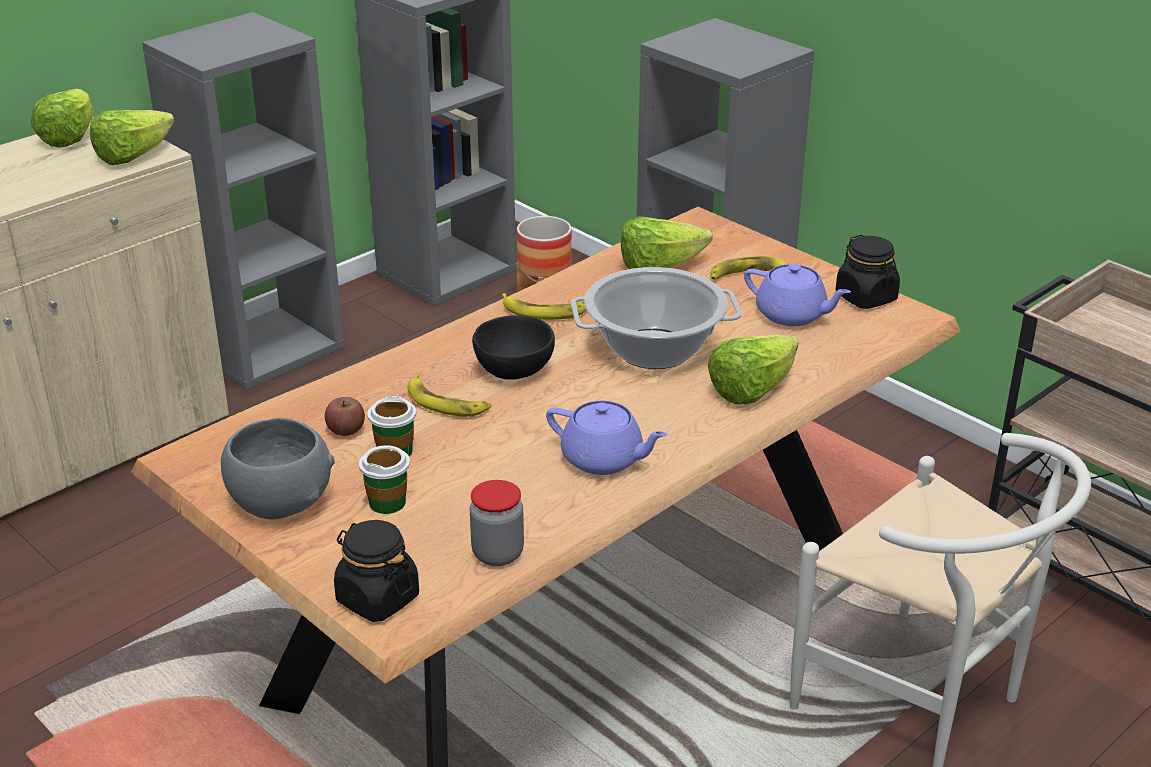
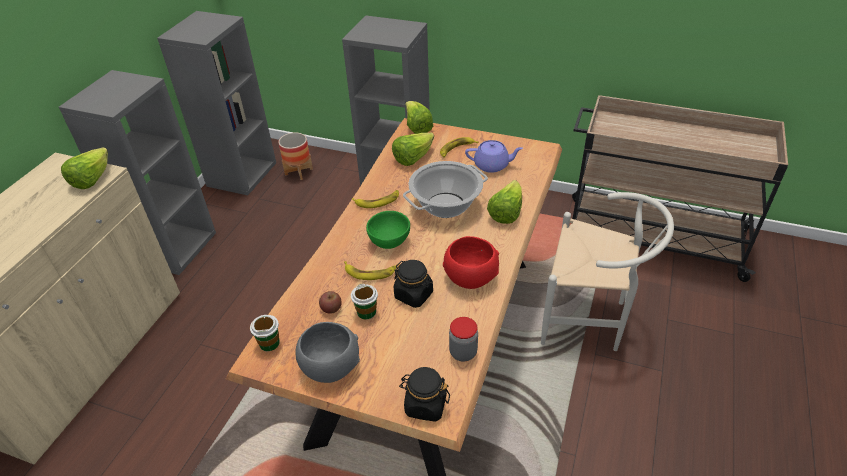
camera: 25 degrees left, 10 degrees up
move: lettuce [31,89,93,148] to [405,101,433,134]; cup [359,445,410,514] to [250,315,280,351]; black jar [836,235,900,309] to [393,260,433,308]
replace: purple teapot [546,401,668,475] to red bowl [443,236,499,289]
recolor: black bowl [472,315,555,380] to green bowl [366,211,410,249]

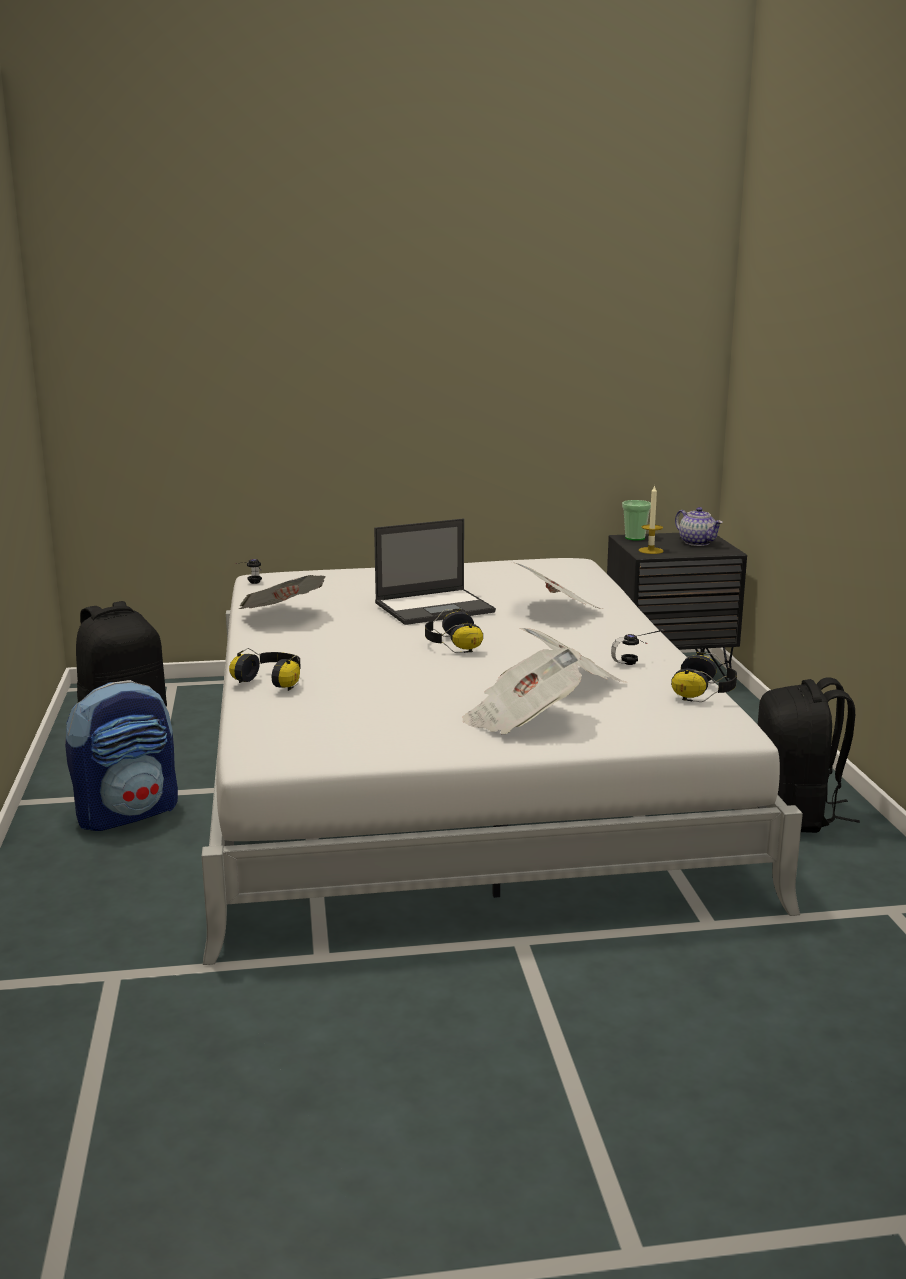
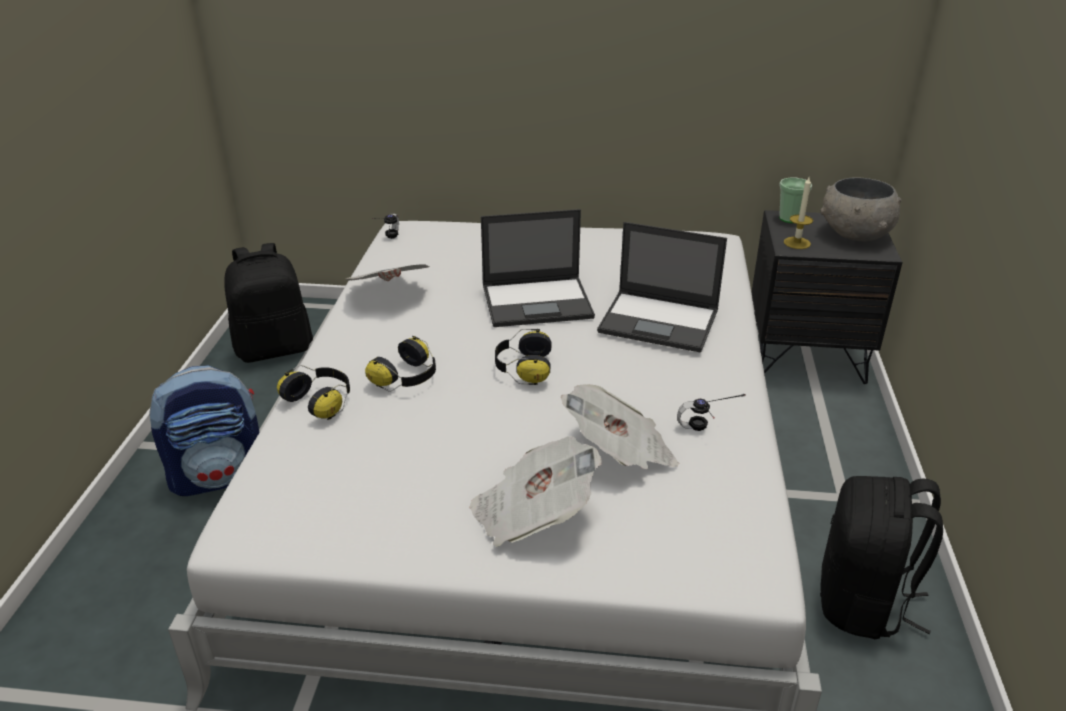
camera: 15 degrees right, 15 degrees up
move: headphones [671,651,737,702] to [365,336,436,392]
replace: newspaper [512,562,603,609] to laptop [597,222,727,353]; teapot [675,507,723,546] to grey bowl [820,178,901,241]

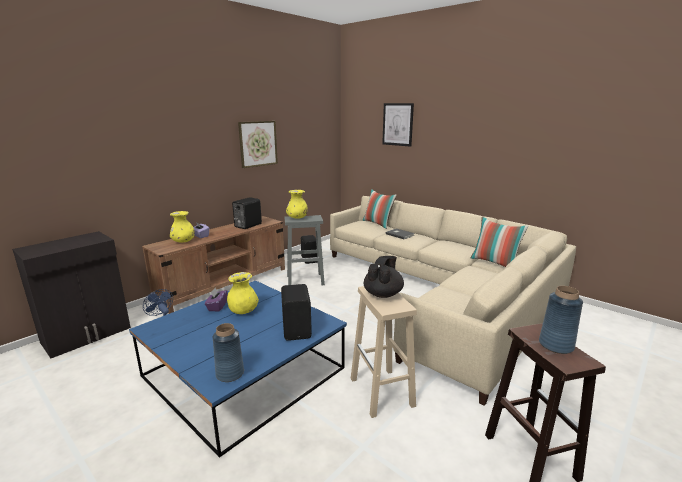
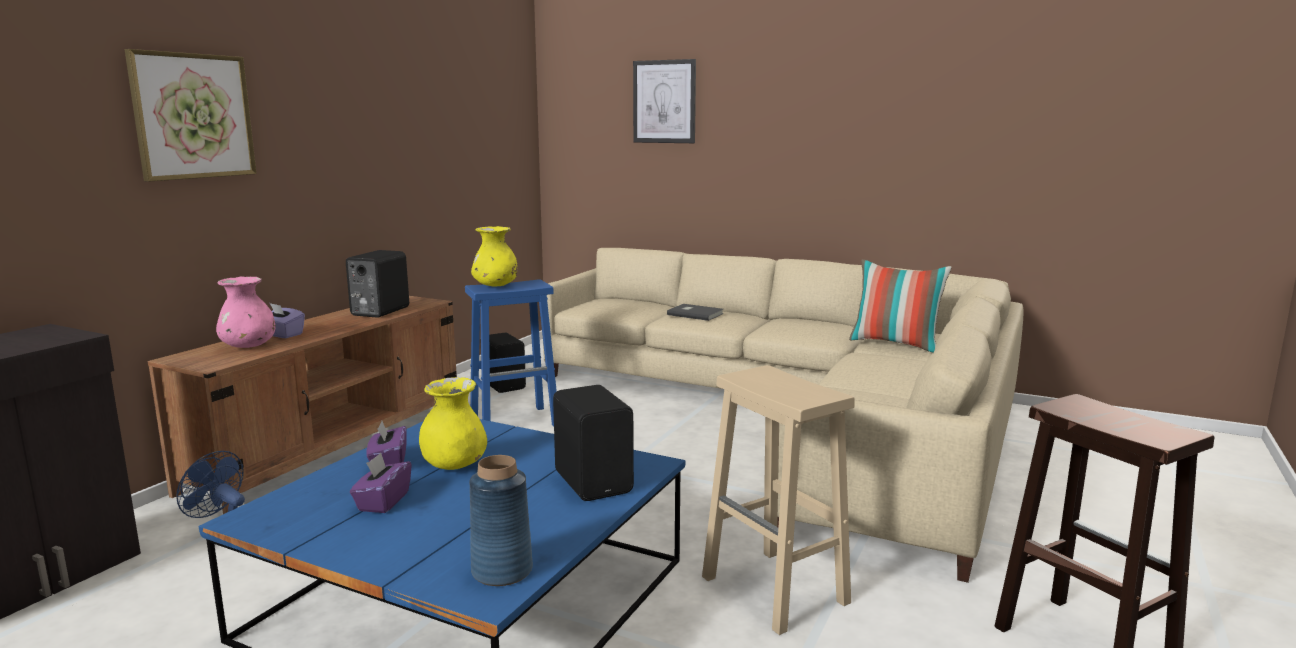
camera: 15 degrees left, 5 degrees down
delete: pillow [363,189,397,229]; black teapot [364,256,404,298]; blue vase [539,286,583,354]
insert: purple tissue box [350,453,412,513]
move: picture [238,121,278,168] to [125,49,257,182]
recolor: yellow vase [170,211,195,243] to pink vase [216,277,276,348]; grey stool [285,215,325,285] to blue stool [465,279,557,427]

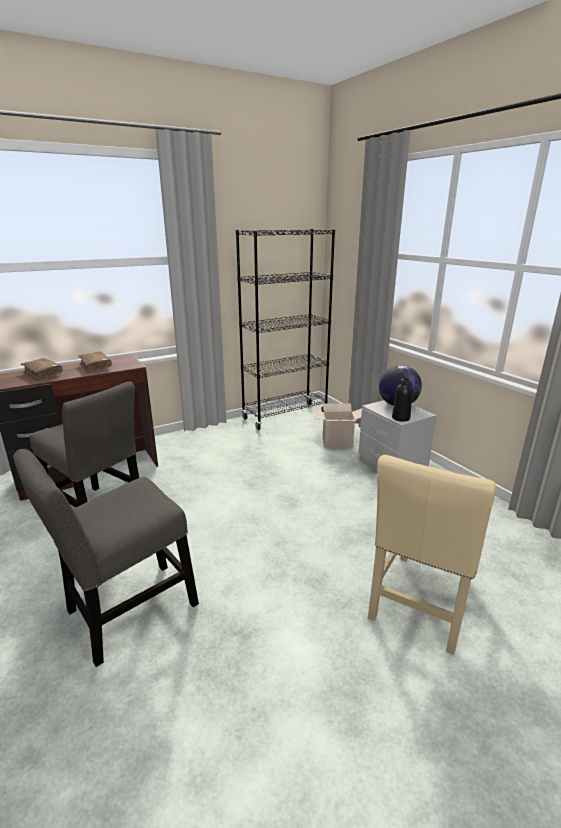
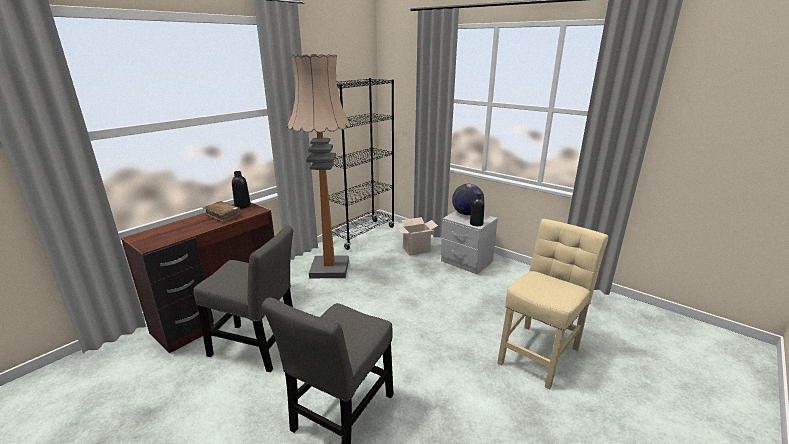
camera: 20 degrees left, 0 degrees up
delete: brown book [21,358,63,381]
insert: black bottle [232,171,251,209]; floor lamp [287,54,351,278]
rotate: beige chair [368,455,496,655] = [497,219,608,389] 150 degrees counterclockwise

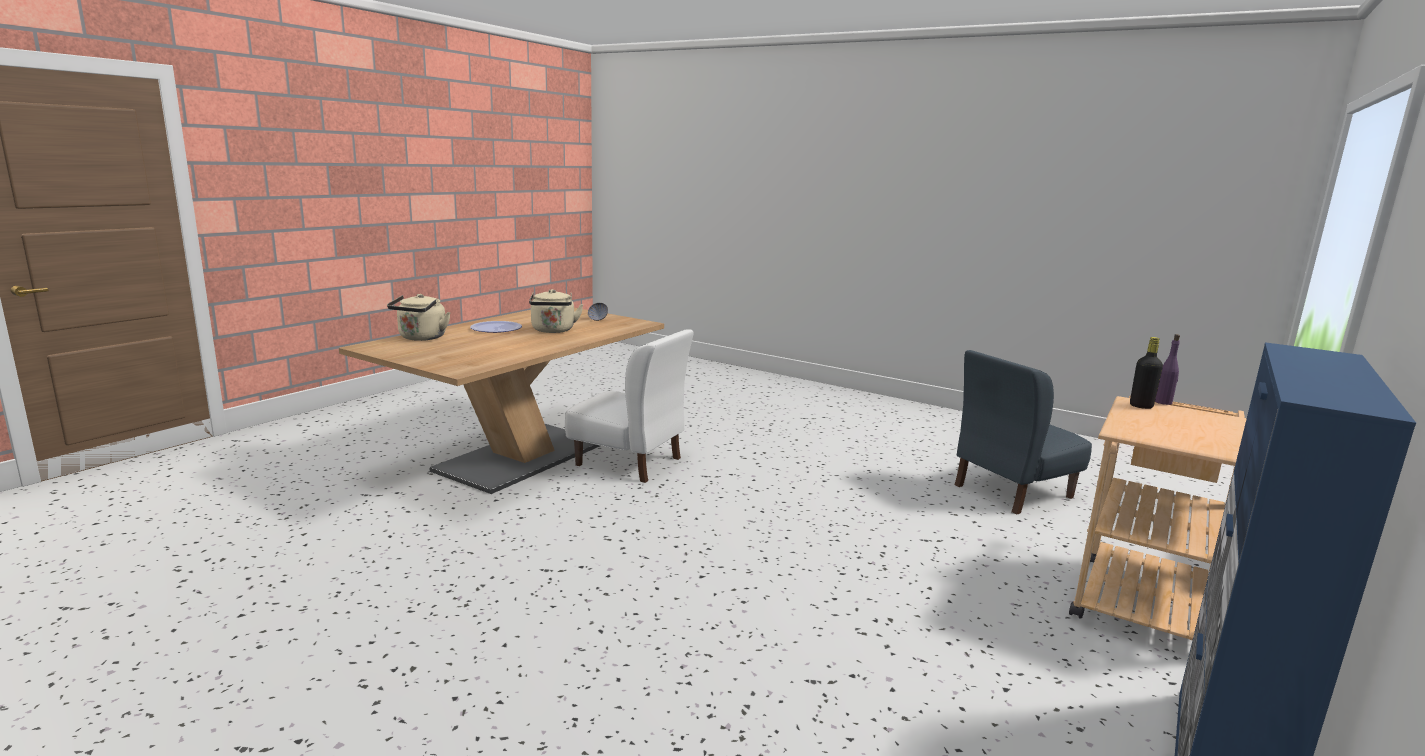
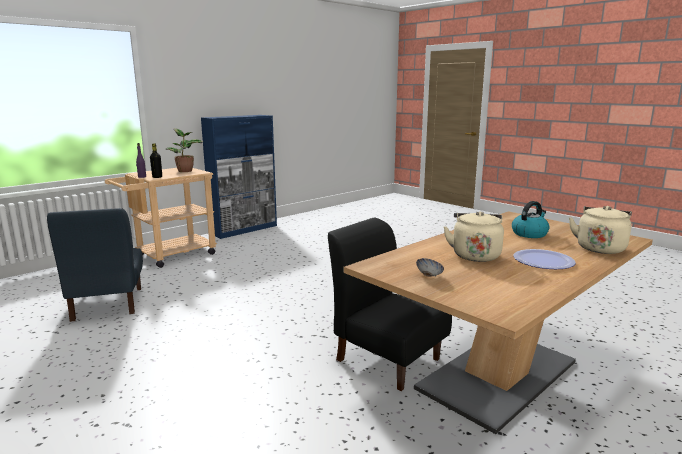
camera: 165 degrees left, 0 degrees up
insert: potted plant [166,128,203,172]; kettle [512,201,550,238]
recolor: white chair [565,329,694,483] to black chair [328,217,452,391]
rotate: blue chair [954,350,1092,515] = [47,208,143,322] 90 degrees clockwise

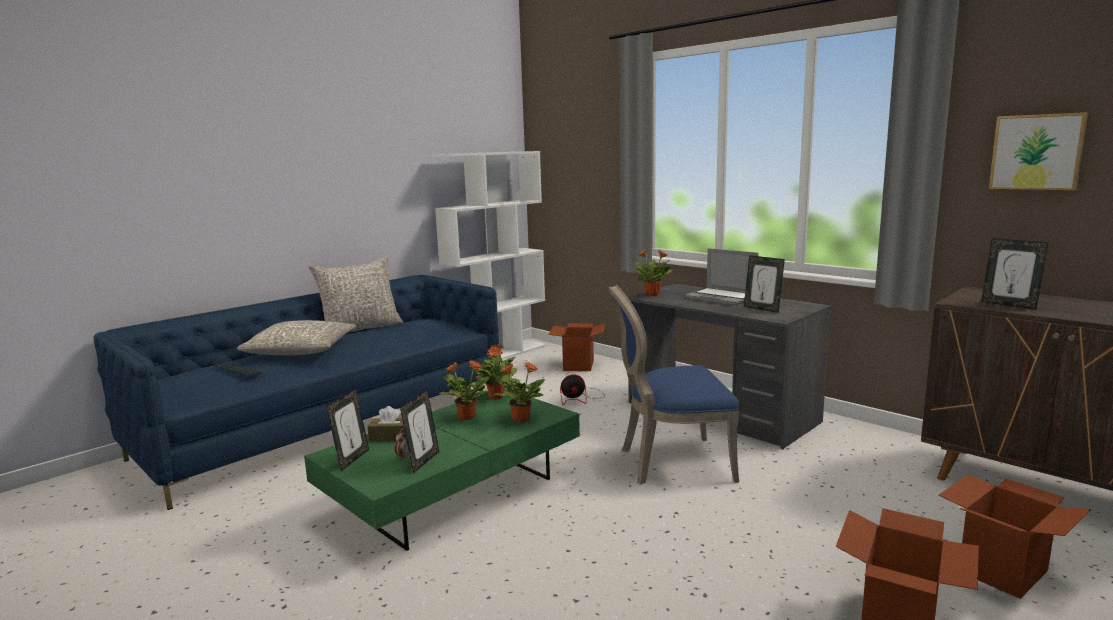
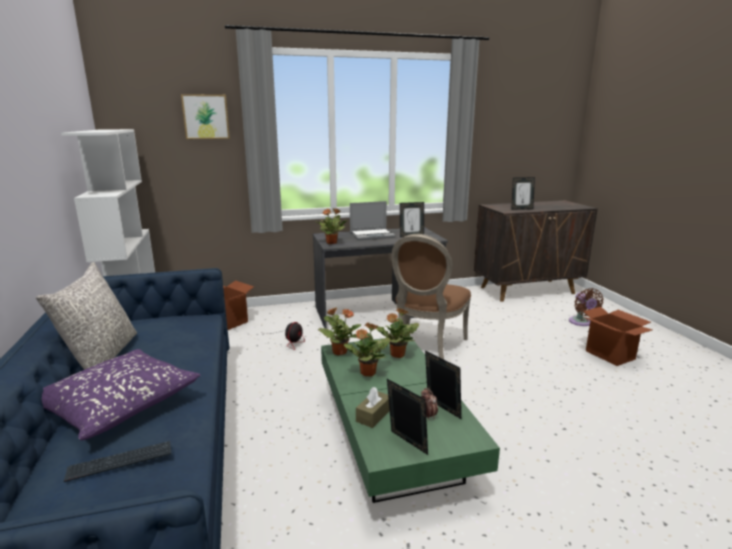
camera: 60 degrees left, 5 degrees up
move: picture [989,112,1088,190] to [181,94,230,139]
replace: cardboard box [938,474,1091,599] to brown fan [569,288,603,326]
recolor: grey pillow [237,320,356,355] to purple pillow [42,349,200,440]; blue chair [609,285,739,485] to brown chair [392,234,471,359]

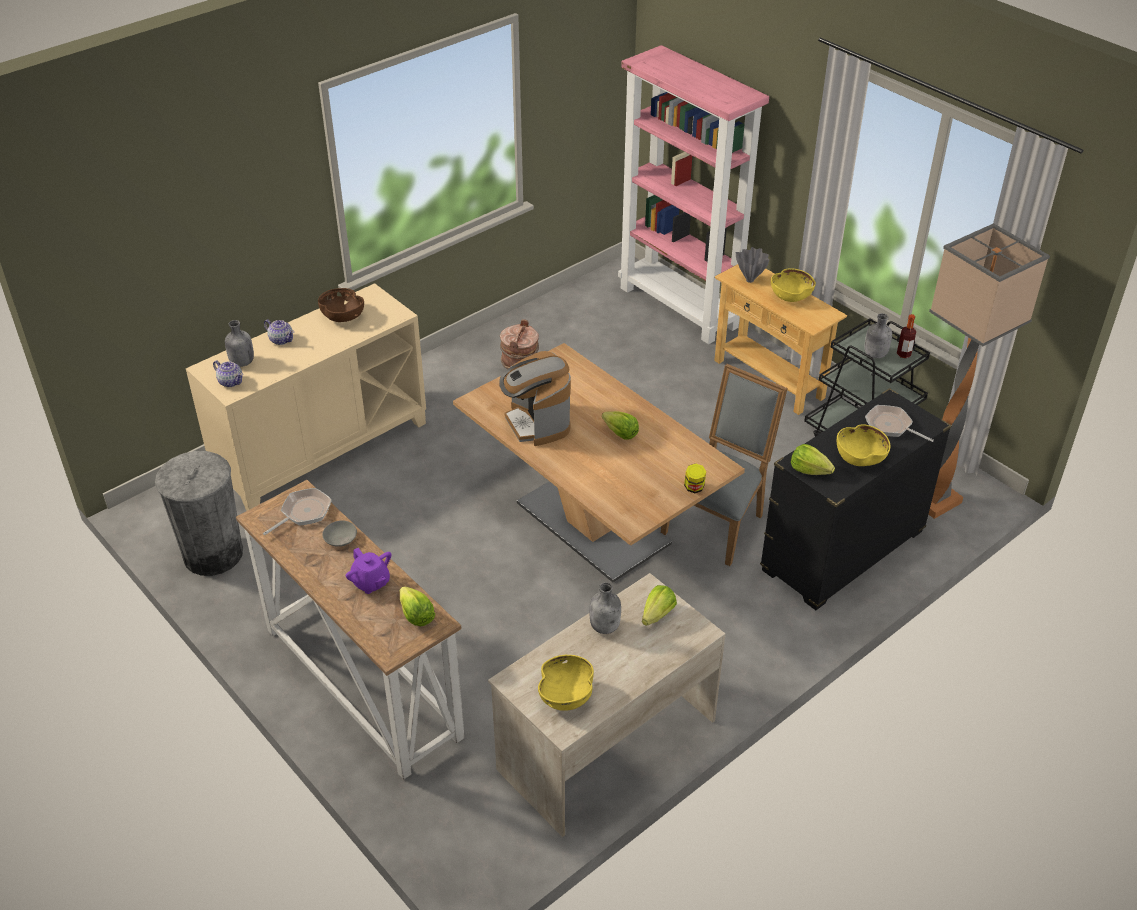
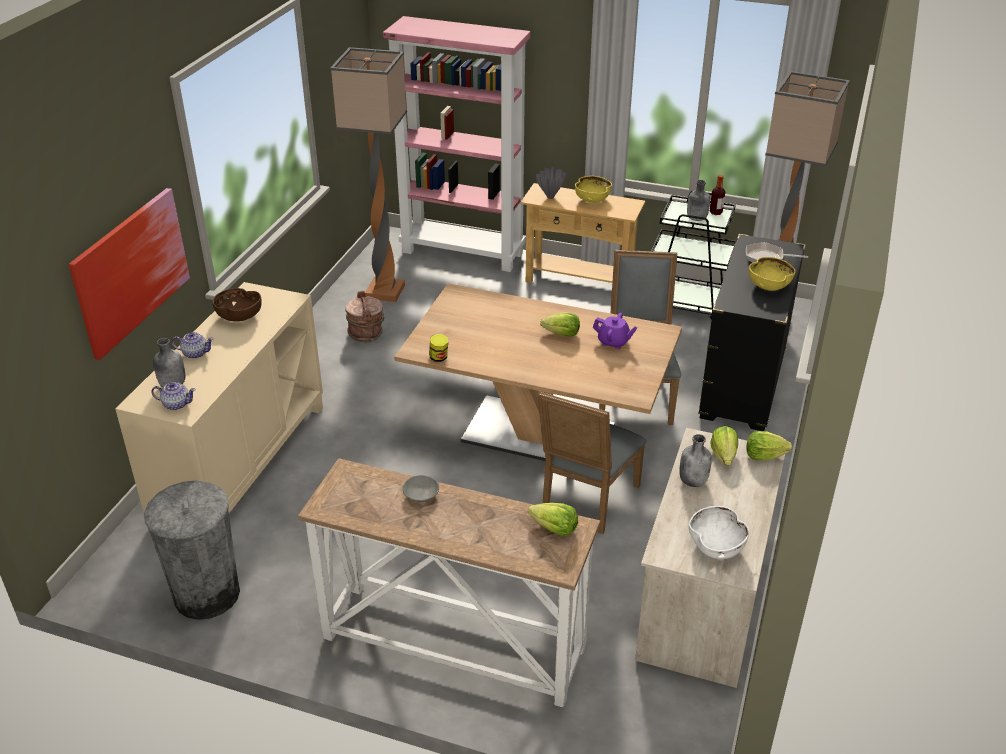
camera: 30 degrees left, 5 degrees down
delete: frying pan [263,488,332,535]; coffee machine [499,351,571,446]
insert: picture [68,188,190,360]; floor lamp [330,47,407,302]; grey chair [538,392,646,534]
move: purple teapot [346,548,391,594] to [593,313,638,349]; jar [684,463,706,493] to [429,334,448,362]; lettuce [791,444,835,475] to [747,431,792,461]
recolor: yellow bowl [538,655,594,711] to white bowl [689,506,749,559]

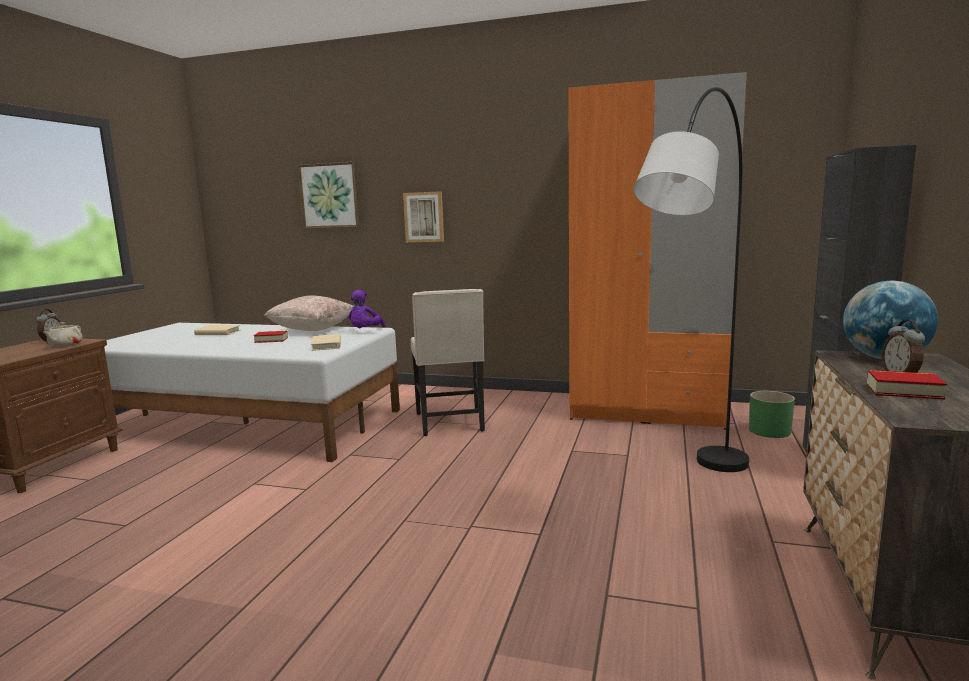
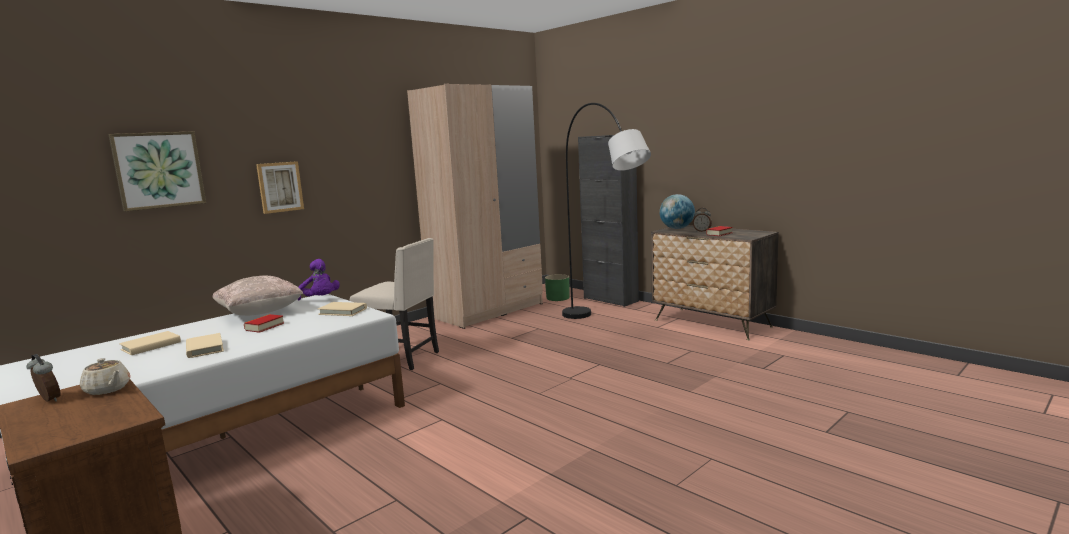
camera: 60 degrees left, 0 degrees up
insert: beige book [186,333,224,358]
recolor: orange wardrobe [569,72,747,430] to beige wardrobe [407,84,543,329]

